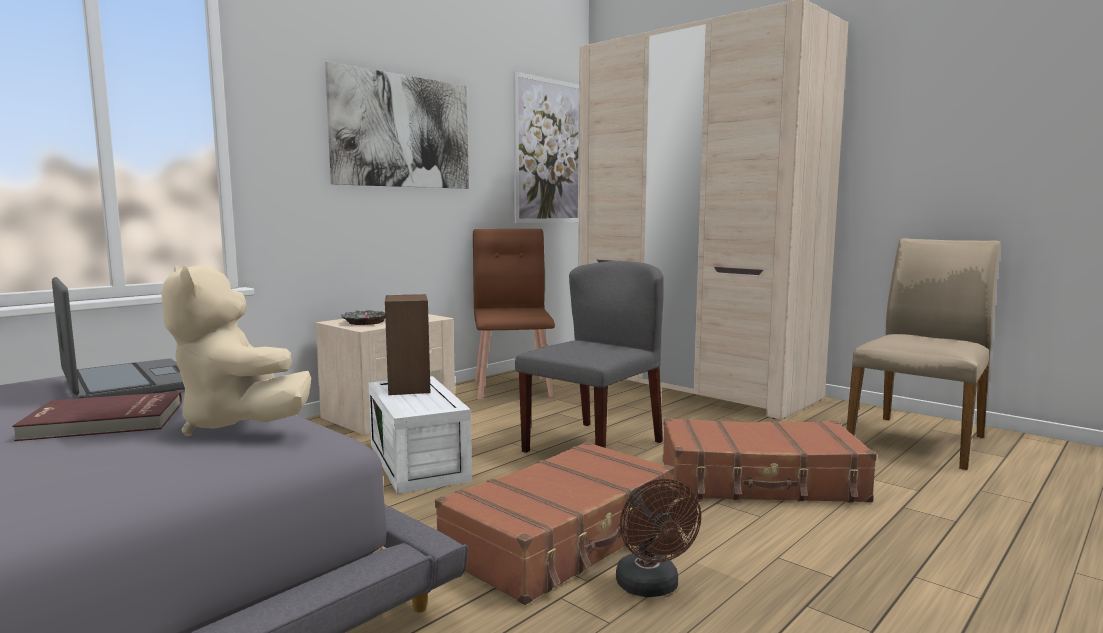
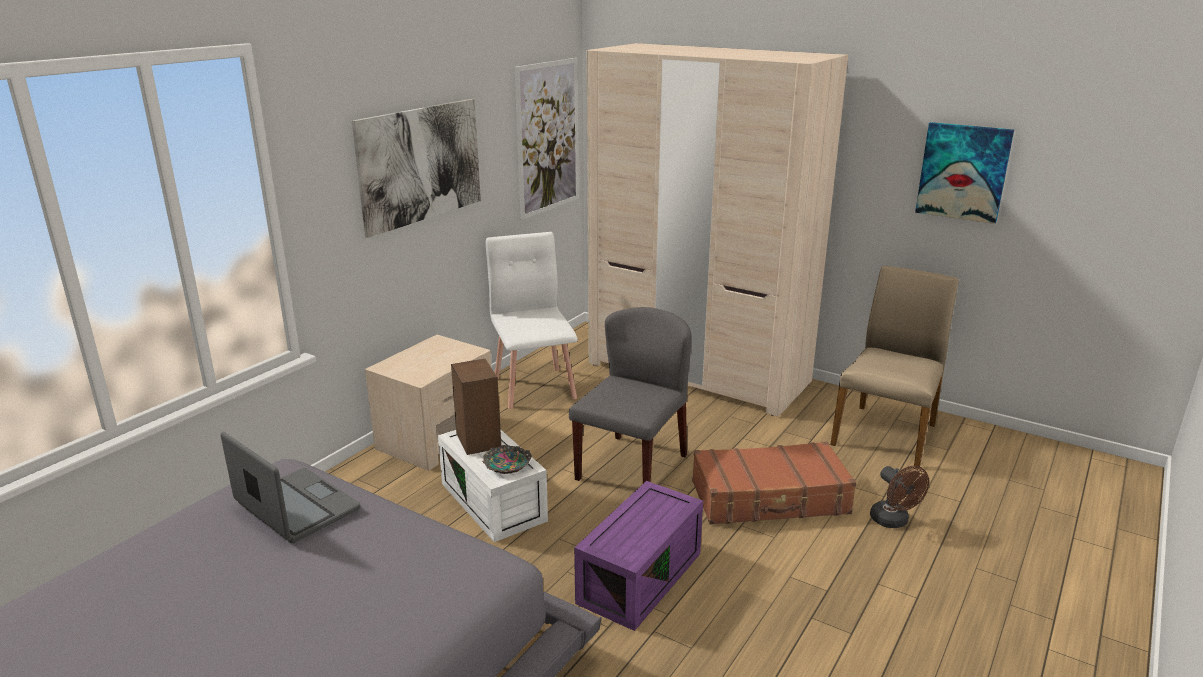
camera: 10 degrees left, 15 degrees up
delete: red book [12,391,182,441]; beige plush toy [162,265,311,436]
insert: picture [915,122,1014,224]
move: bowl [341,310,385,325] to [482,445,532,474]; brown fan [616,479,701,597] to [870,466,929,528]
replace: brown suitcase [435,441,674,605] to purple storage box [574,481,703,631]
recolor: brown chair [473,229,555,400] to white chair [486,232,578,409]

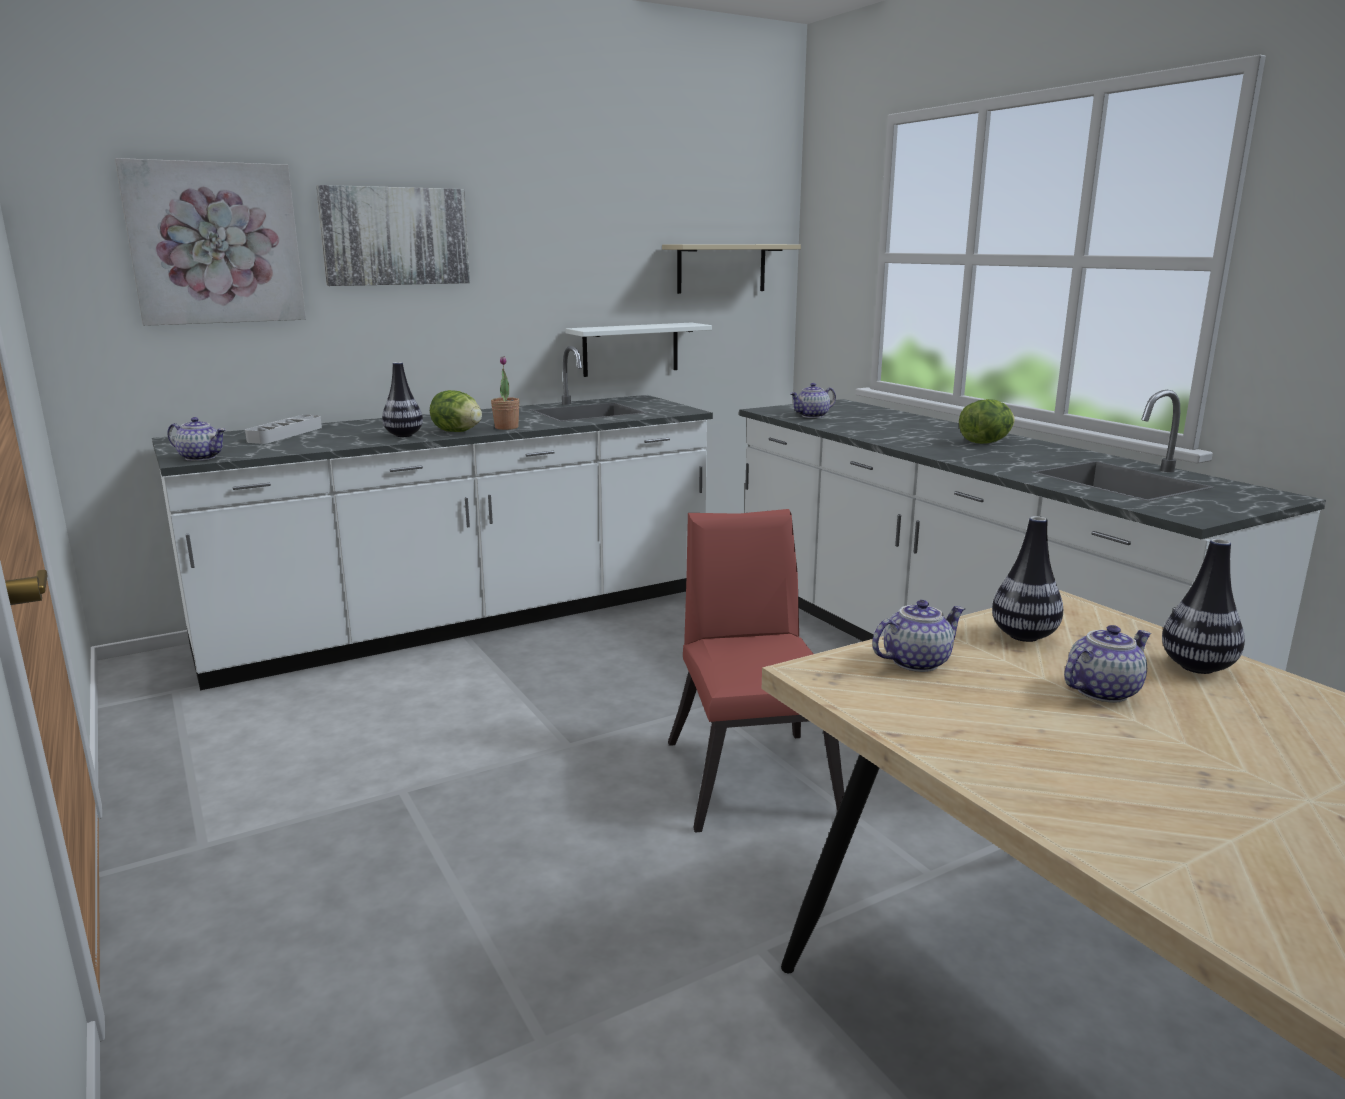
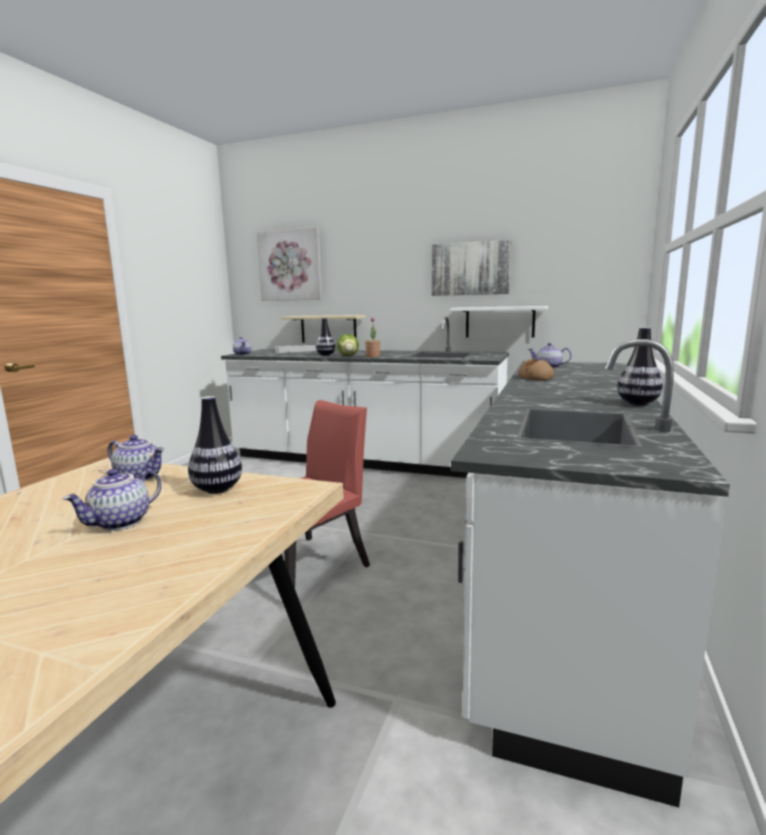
camera: 50 degrees right, 5 degrees down
delete: lettuce [959,399,1015,444]
insert: bread [519,359,554,380]
move: picture [316,185,470,286] to [432,240,512,296]; beige shelf [662,244,801,294] to [281,315,365,342]; vase [1162,539,1245,674] to [617,327,663,405]
rotate: teapot [1064,625,1151,703] = [63,469,162,531] 105 degrees clockwise

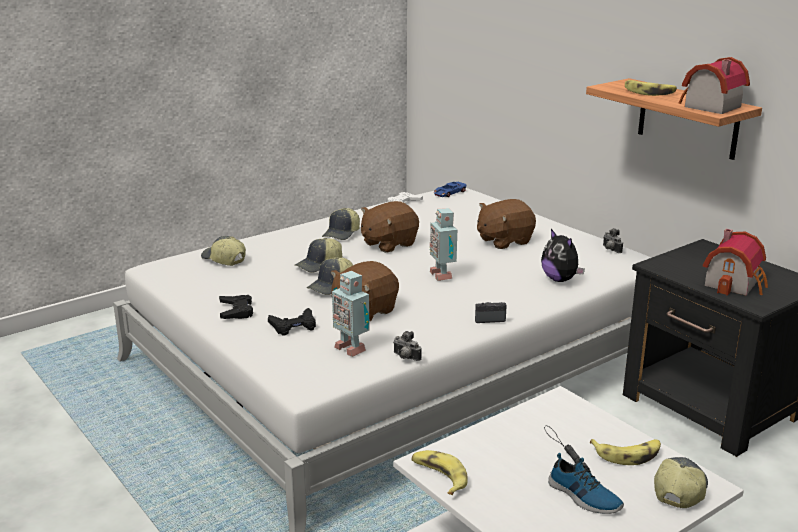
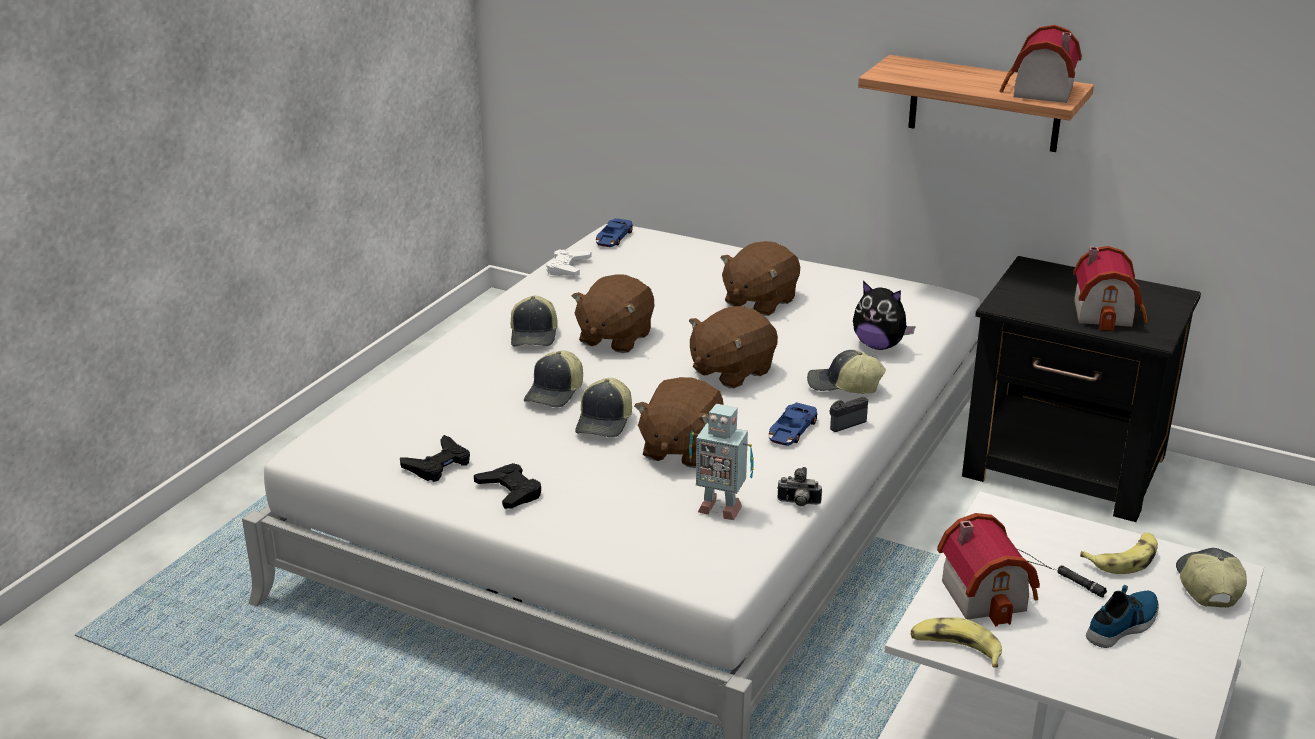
camera: 25 degrees left, 5 degrees up
delete: photo camera [603,228,623,253]; banana [625,80,677,96]
insert: blue toy car [769,402,817,446]; toy house [937,513,1040,626]
move: cap [201,236,246,266] to [807,350,886,394]; black game controller [268,308,316,336] to [400,435,470,482]
replace: toy robot [429,208,457,281] to brown plush toy [689,306,778,388]
rotate: shoe [548,453,624,514] = [1086,585,1159,648] 60 degrees counterclockwise

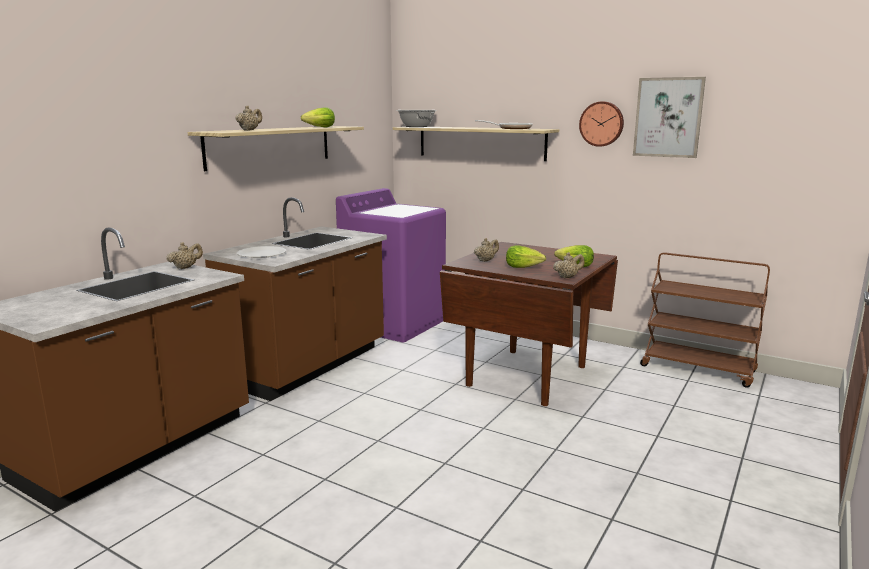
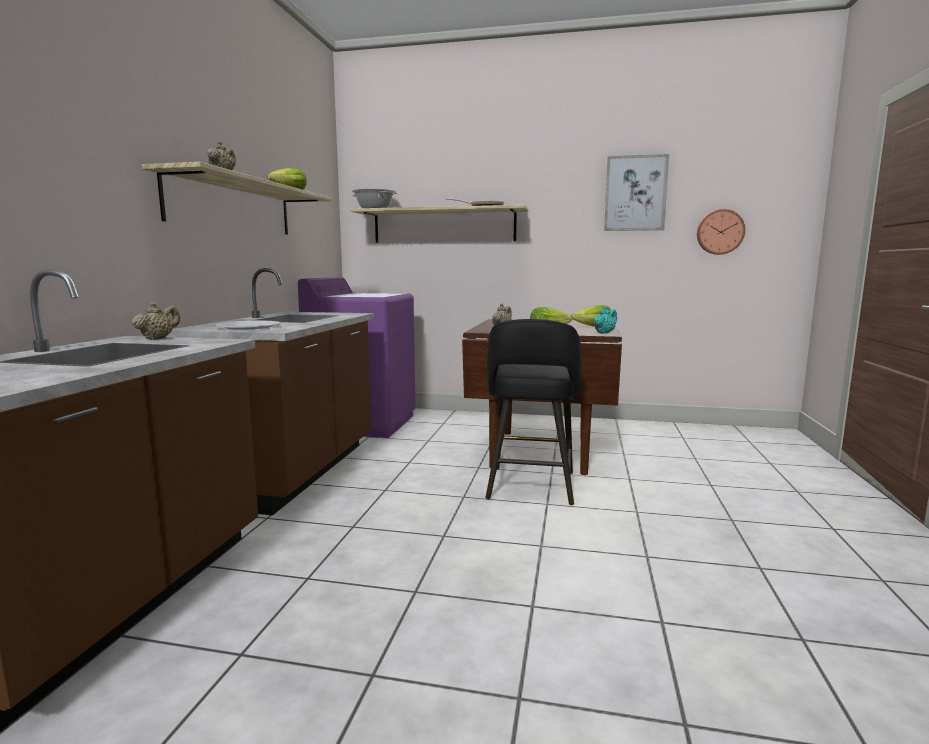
camera: 20 degrees left, 5 degrees down
delete: brown cart [640,252,770,388]
insert: black stool [486,319,582,505]
move: wall clock [579,101,624,147] to [697,209,745,255]
recolor: beige teapot [553,252,584,278] to turquoise teapot [594,306,617,334]

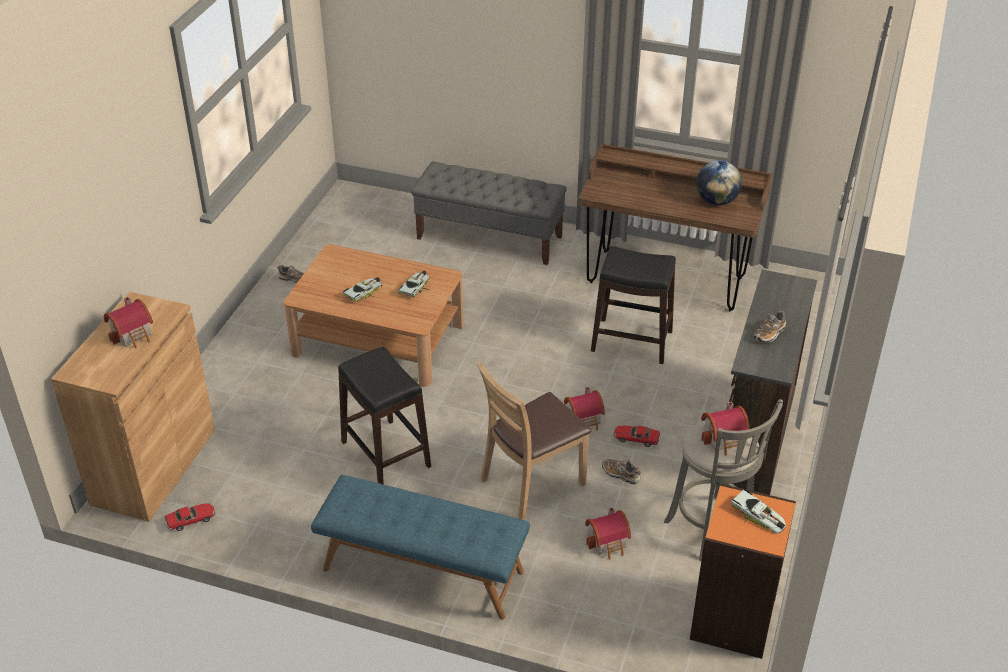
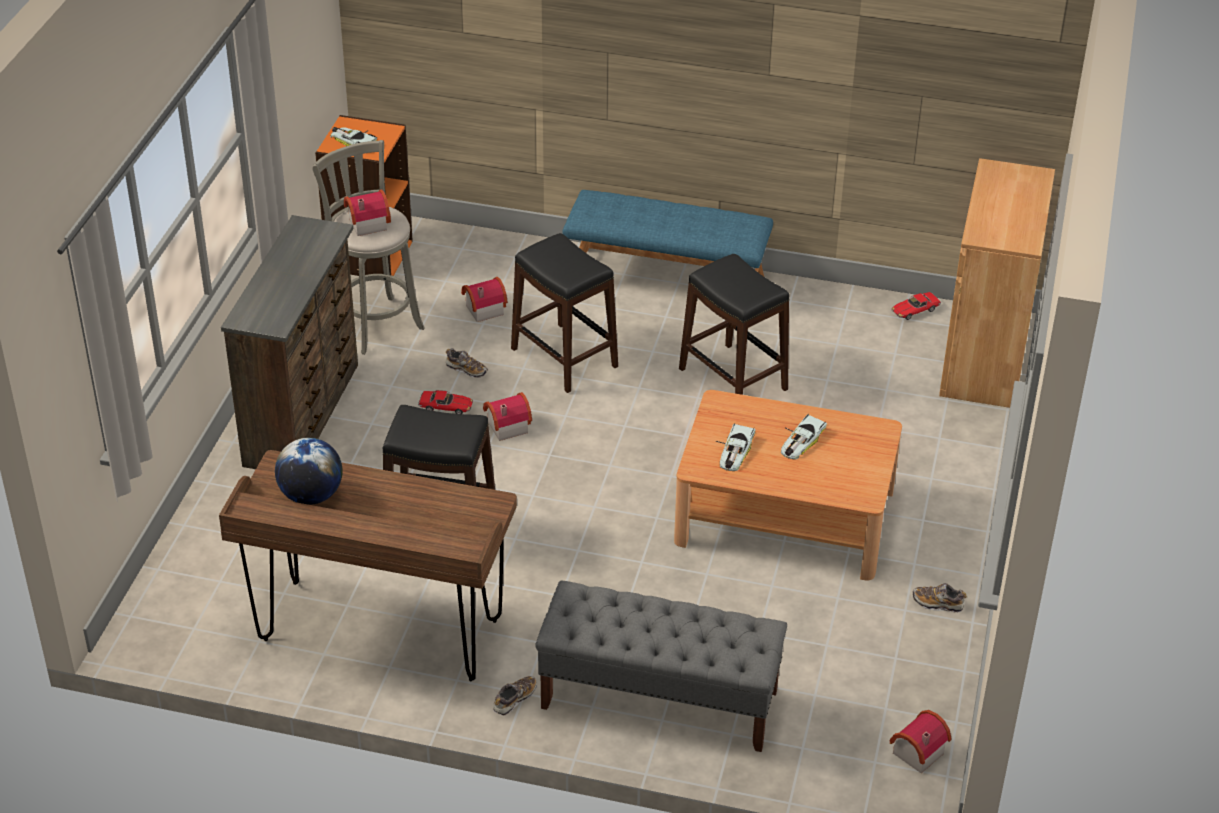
camera: 175 degrees right, 0 degrees up
move: toy house [104,297,153,349] to [890,710,952,773]; shoe [754,311,786,343] to [493,676,537,715]
replace: brown chair [477,363,592,520] to black stool [511,233,618,393]

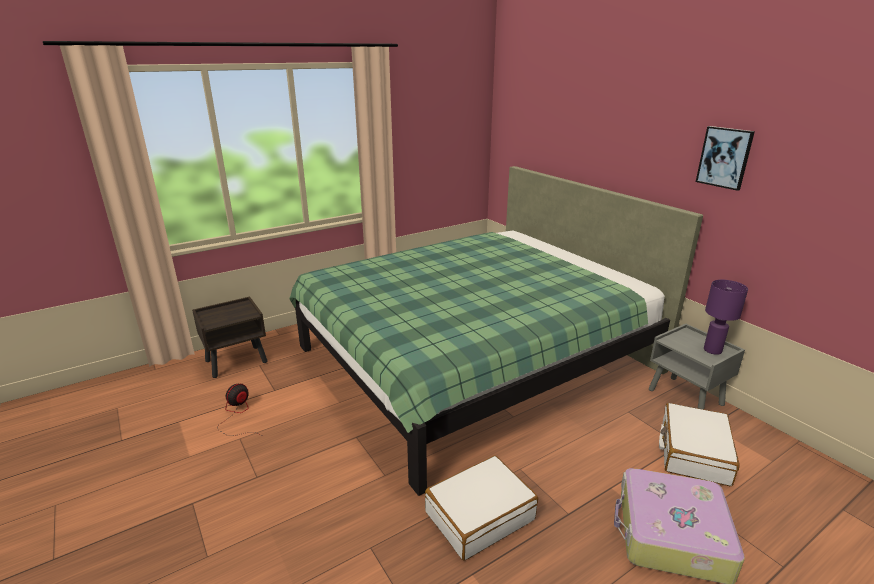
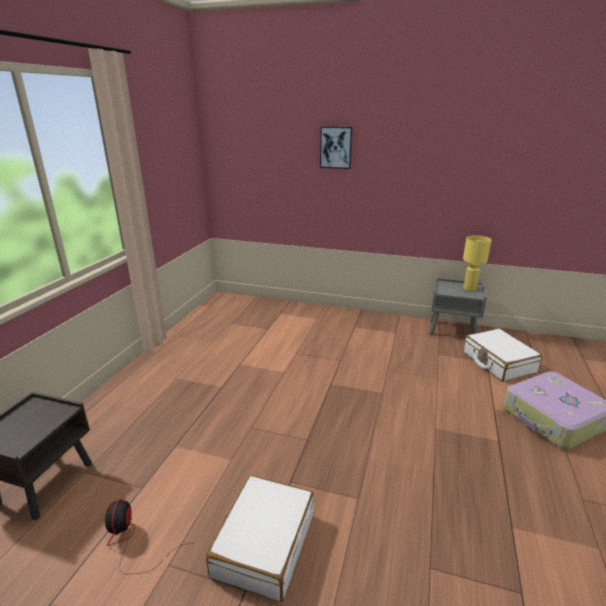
camera: 40 degrees left, 0 degrees up
delete: green bed [289,166,703,496]
move: white suitcase [425,456,538,561] to [206,475,314,602]; picture [696,126,755,191] to [320,126,352,169]
recolor: purple table lamp [704,280,748,355] to yellow table lamp [463,235,492,291]

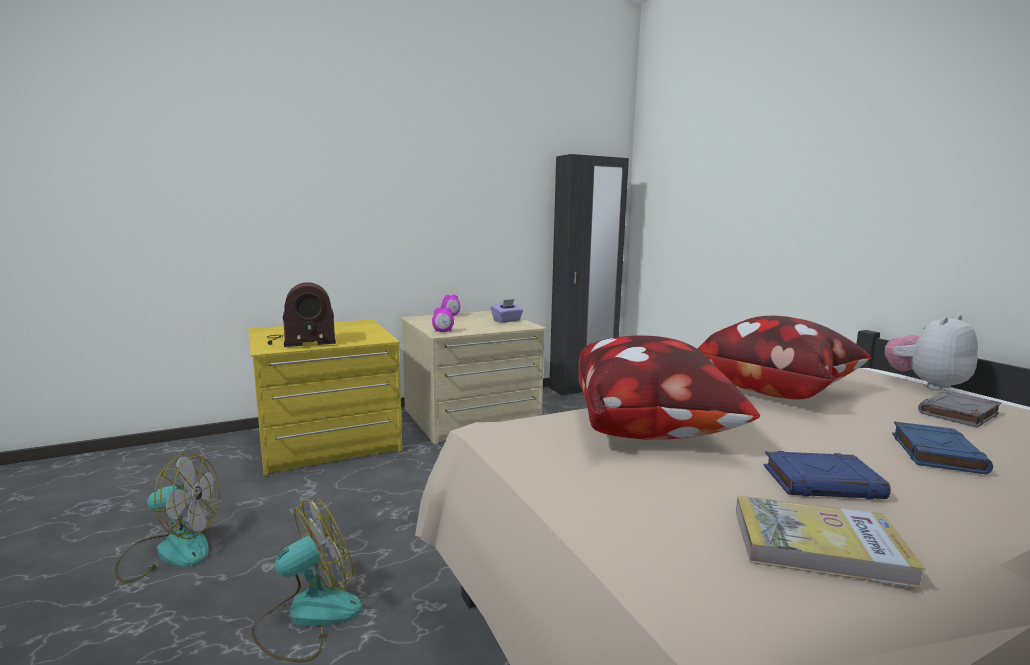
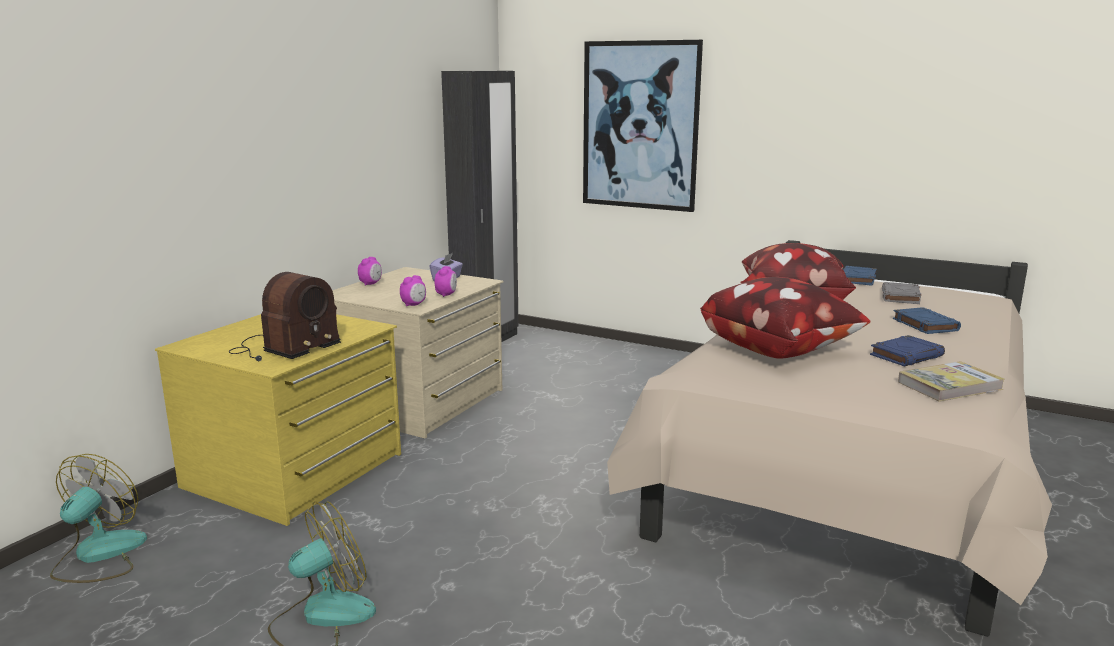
camera: 35 degrees left, 5 degrees up
insert: alarm clock [435,266,457,297]; picture [583,40,703,212]
move: fan [251,498,362,662] to [50,454,147,583]
replace: plush toy [885,314,978,391] to blue book [843,266,877,286]

